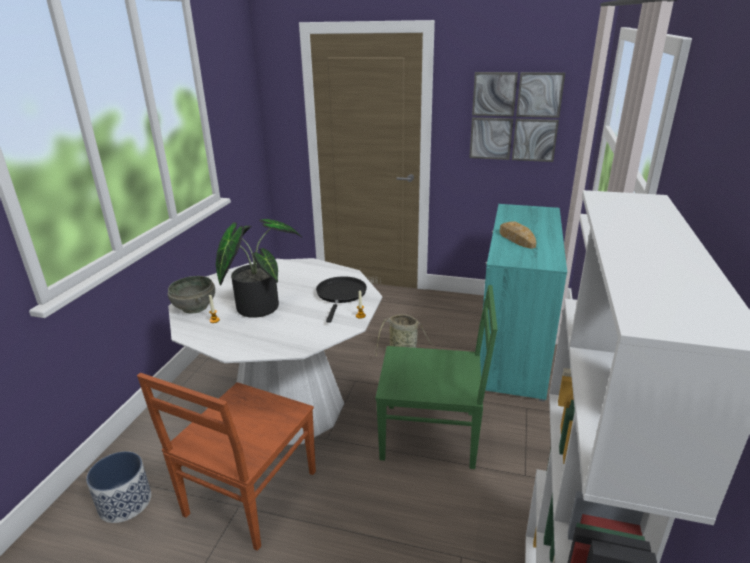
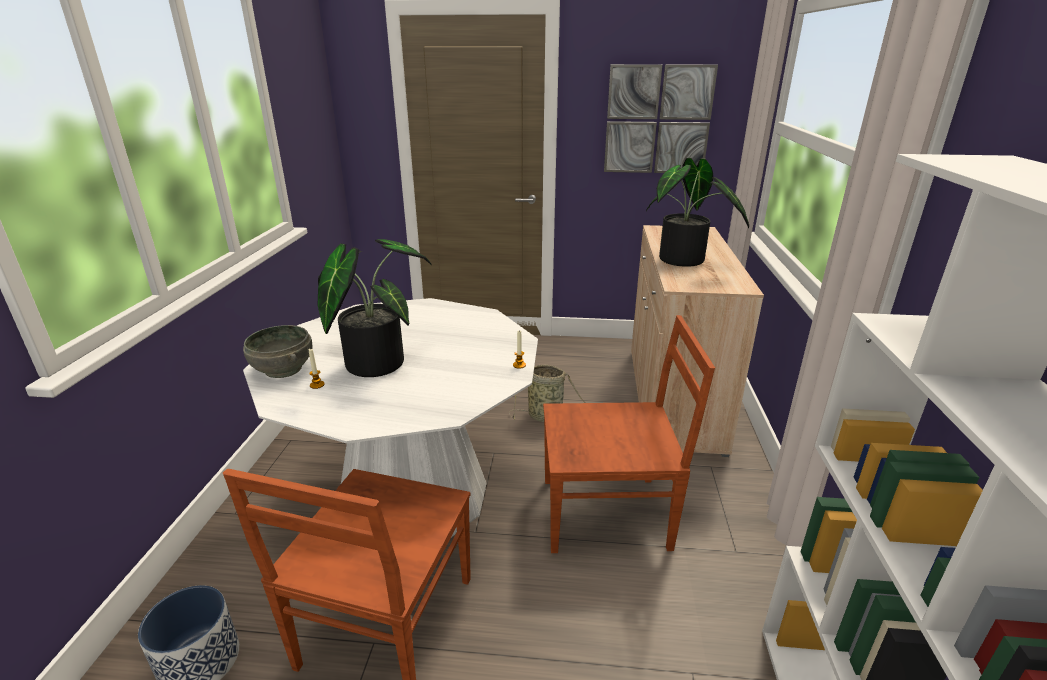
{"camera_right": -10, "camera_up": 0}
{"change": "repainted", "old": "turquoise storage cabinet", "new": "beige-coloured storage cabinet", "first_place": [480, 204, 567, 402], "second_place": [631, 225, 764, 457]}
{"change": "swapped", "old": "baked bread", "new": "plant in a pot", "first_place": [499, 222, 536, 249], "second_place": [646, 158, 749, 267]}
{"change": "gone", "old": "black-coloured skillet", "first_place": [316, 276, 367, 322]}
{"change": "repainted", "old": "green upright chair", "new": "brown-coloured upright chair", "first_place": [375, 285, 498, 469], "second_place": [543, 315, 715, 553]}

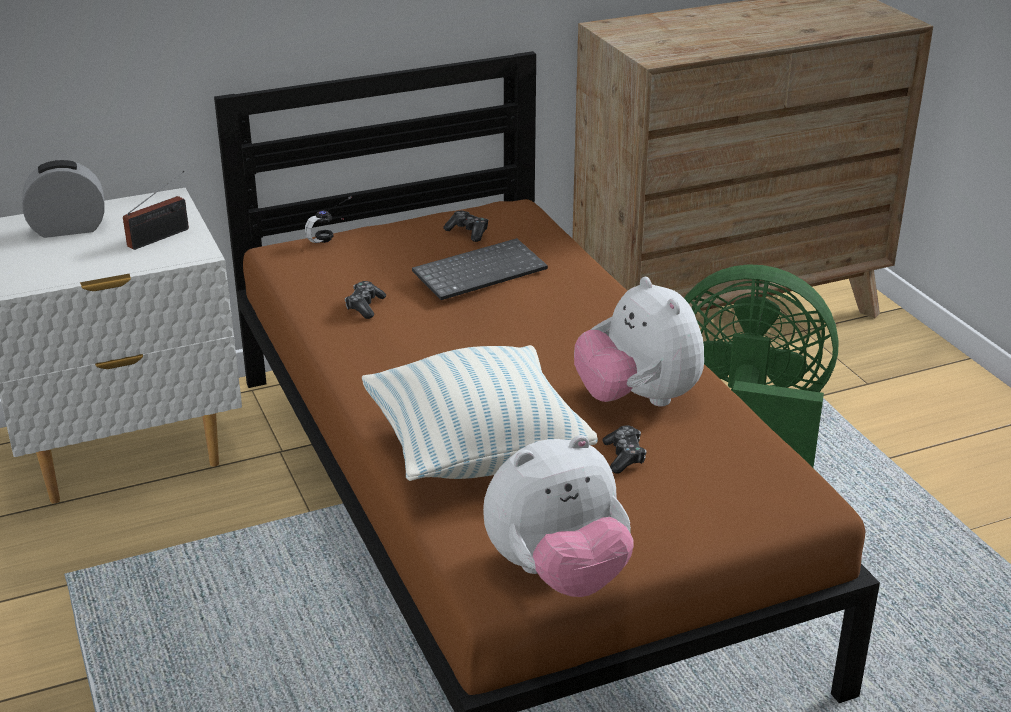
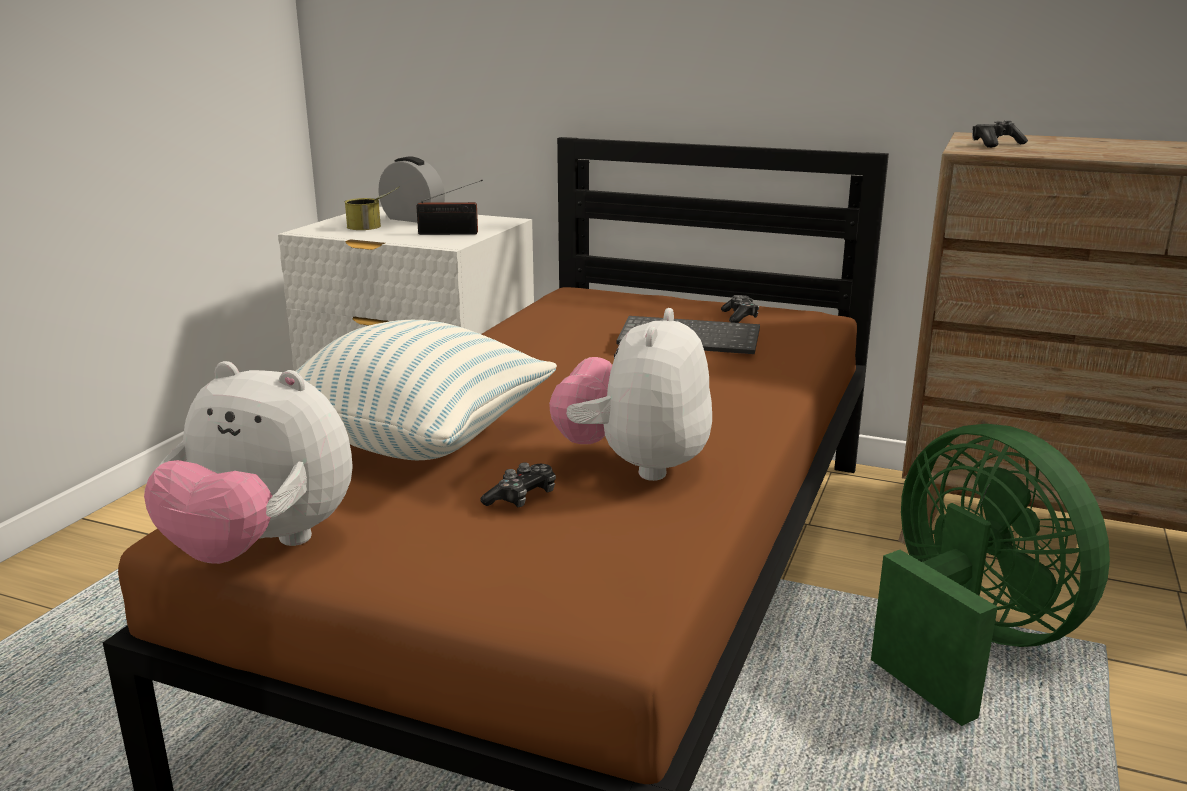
{"camera_right": 45, "camera_up": -10}
{"change": "gone", "old": "pair of headphones", "first_place": [305, 196, 352, 243]}
{"change": "shifted", "old": "game controller", "first_place": [345, 281, 386, 319], "second_place": [972, 120, 1028, 148]}
{"change": "new", "new": "metal can", "second_place": [345, 186, 400, 230]}

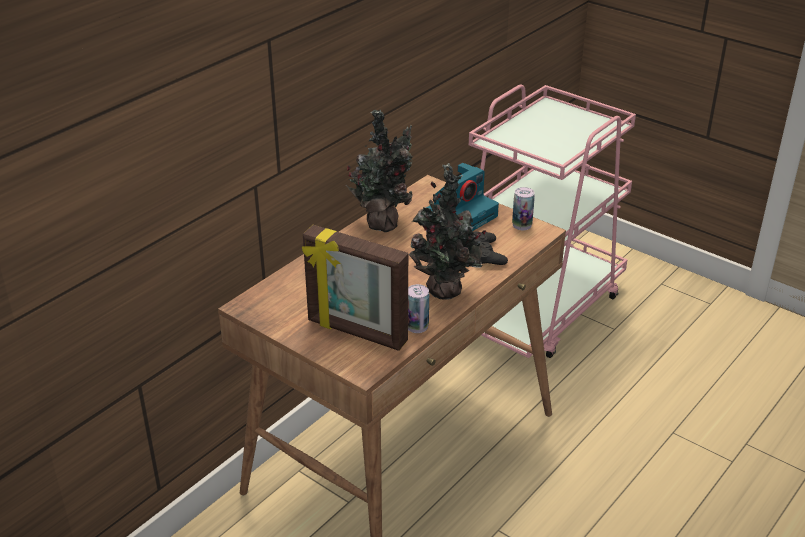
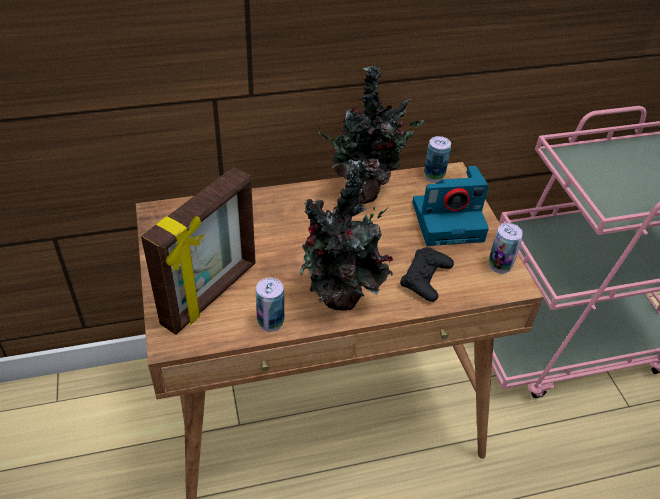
{"camera_right": 35, "camera_up": 10}
{"change": "rotated", "old": "photo frame", "first_place": [302, 225, 408, 351], "second_place": [141, 167, 256, 335], "degrees": -120}
{"change": "new", "new": "metal can", "second_place": [424, 136, 451, 183]}

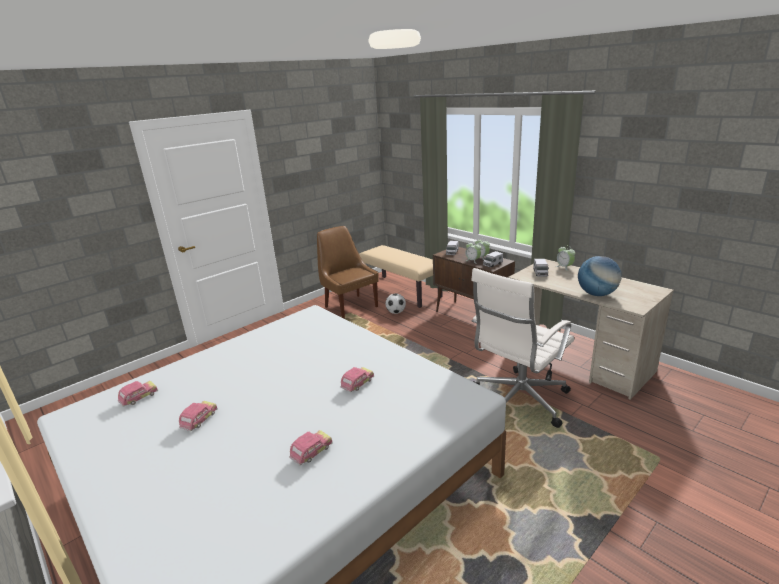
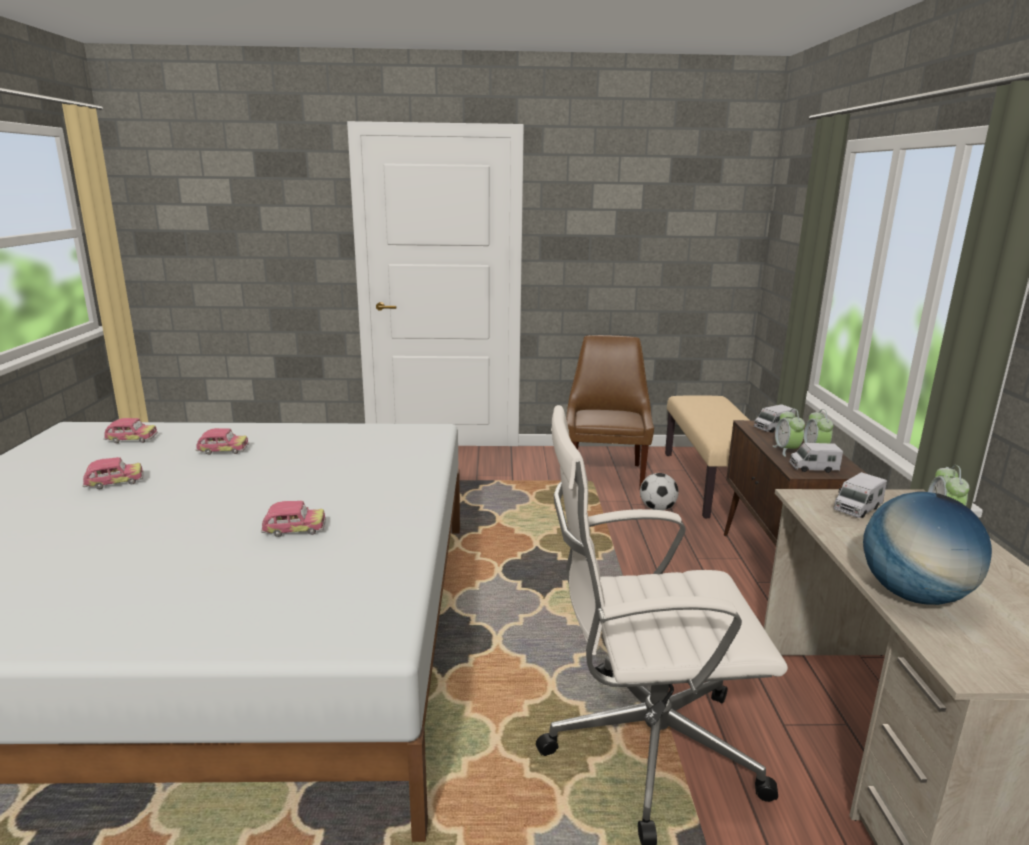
{"camera_right": 40, "camera_up": -5}
{"change": "shifted", "old": "toy car", "first_place": [289, 430, 333, 465], "second_place": [196, 428, 249, 455]}

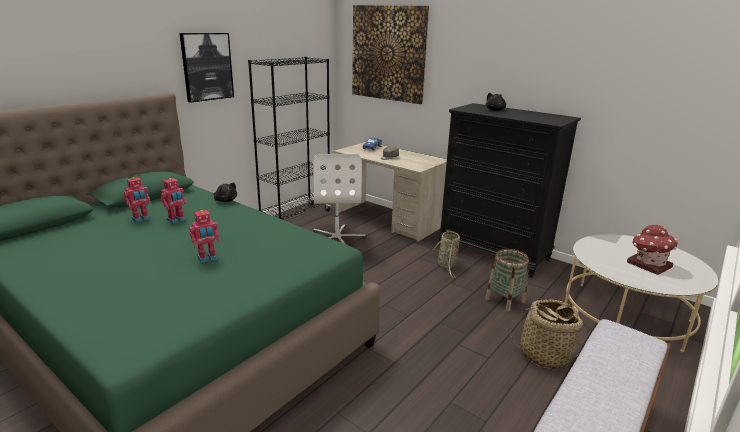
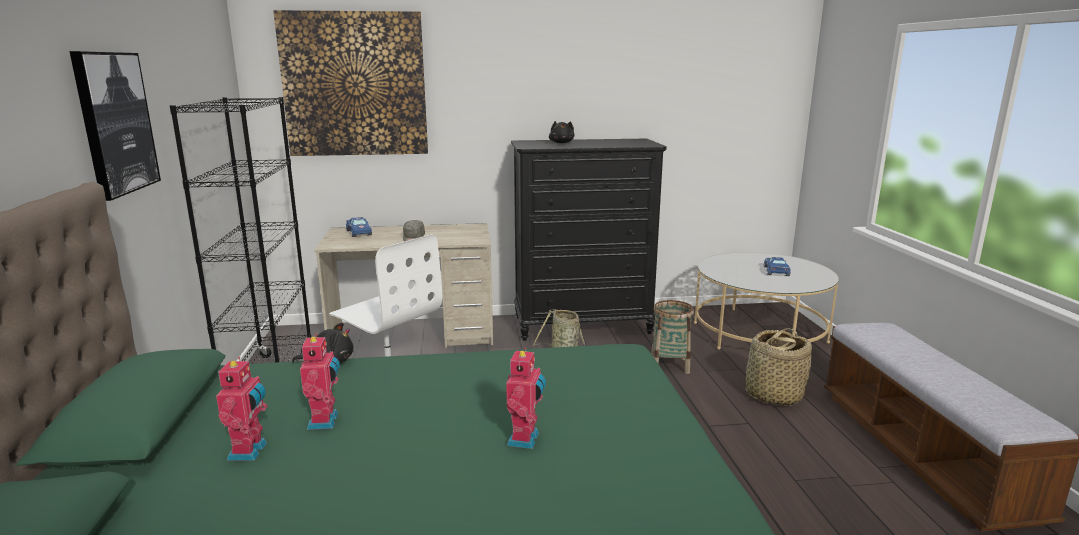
{"camera_right": -45, "camera_up": -5}
{"change": "swapped", "old": "model house", "new": "blue toy car", "first_place": [627, 225, 678, 275], "second_place": [764, 257, 791, 276]}

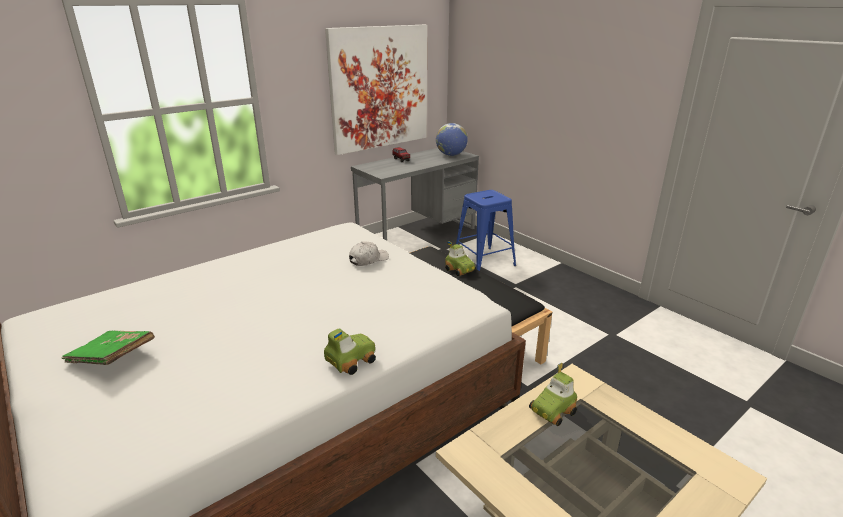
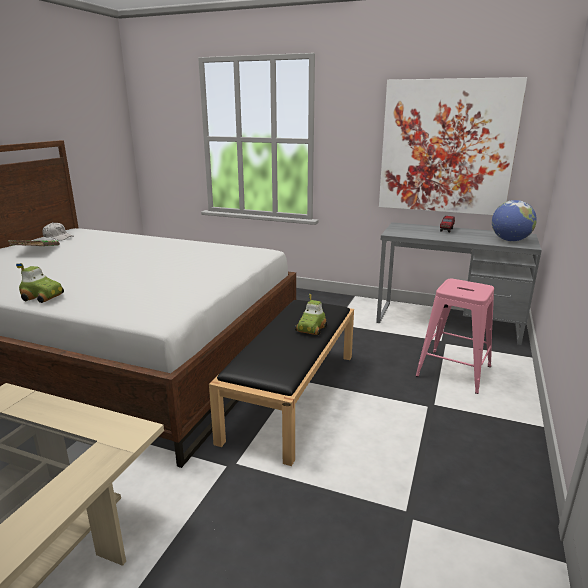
{"camera_right": 60, "camera_up": -5}
{"change": "repainted", "old": "blue stool seat", "new": "pinkish stool seat", "first_place": [456, 190, 516, 271], "second_place": [416, 279, 494, 394]}
{"change": "shifted", "old": "whitish peaked cap", "first_place": [349, 241, 389, 266], "second_place": [42, 222, 74, 241]}
{"change": "gone", "old": "toy car", "first_place": [529, 363, 577, 426]}

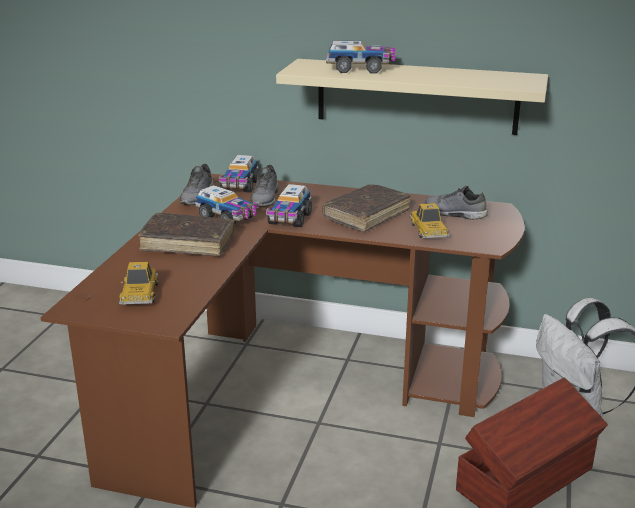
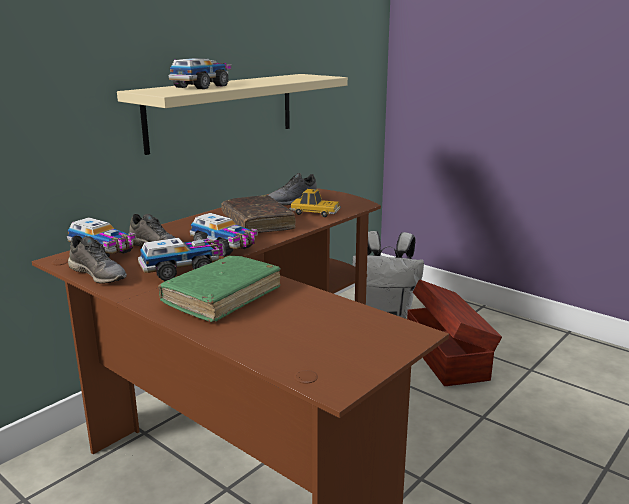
{"camera_right": -65, "camera_up": -5}
{"change": "repainted", "old": "brown-coloured book", "new": "green book", "first_place": [138, 213, 235, 257], "second_place": [158, 256, 281, 322]}
{"change": "gone", "old": "toy car", "first_place": [119, 262, 159, 305]}

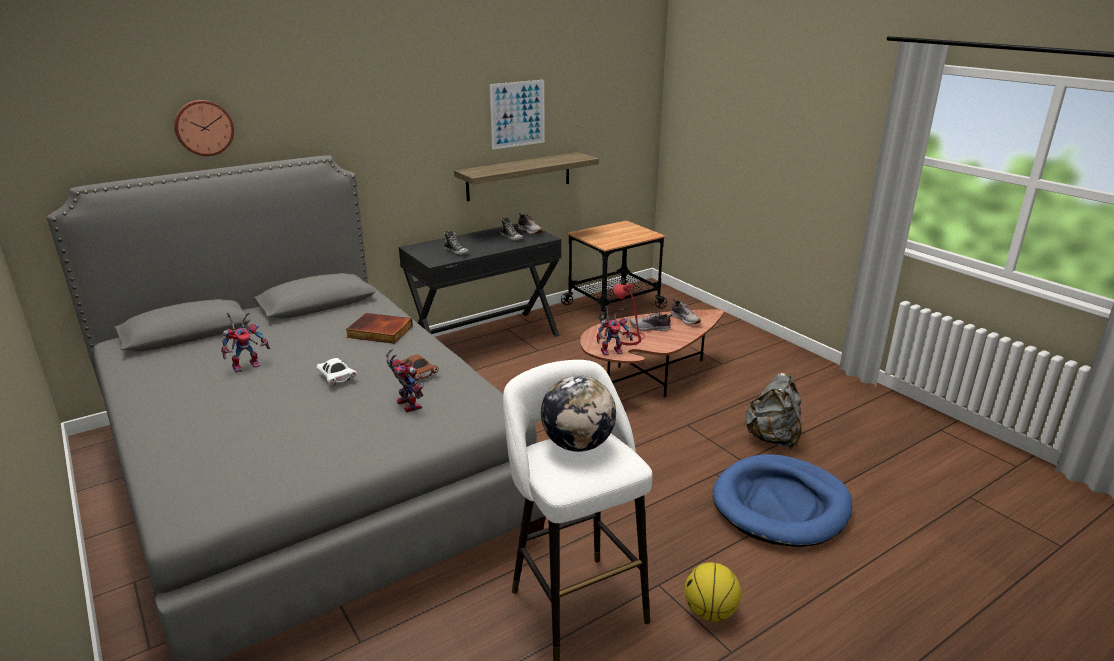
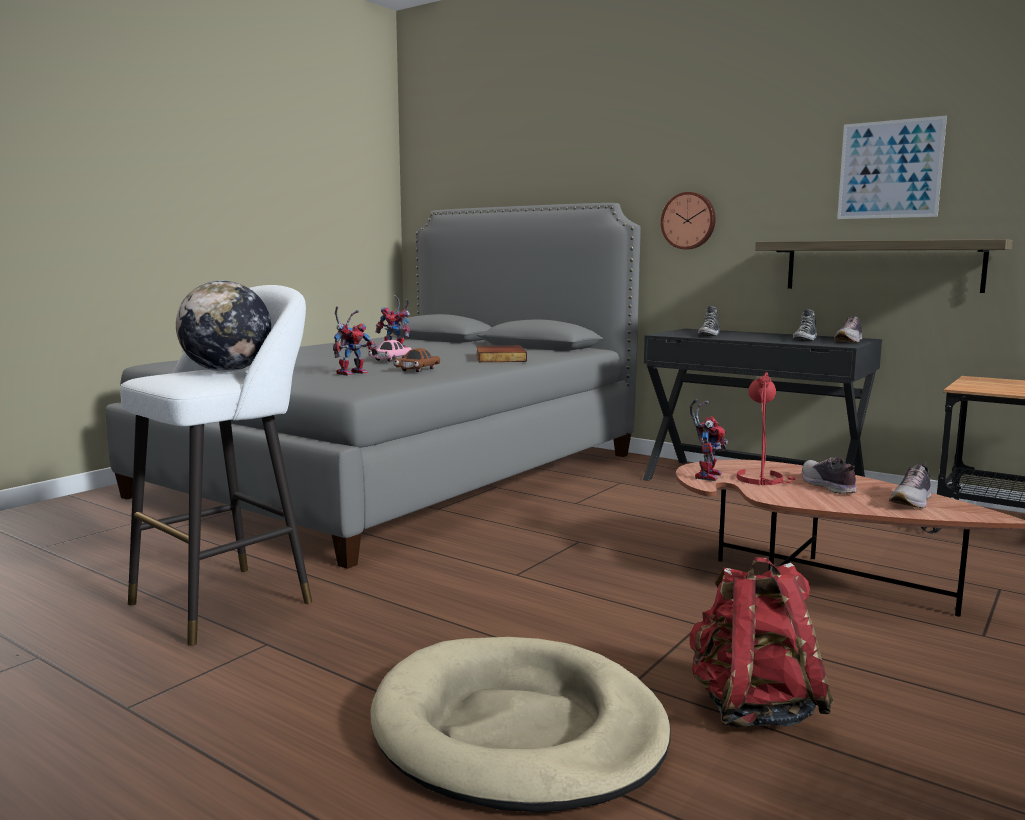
{"camera_right": 70, "camera_up": -15}
{"change": "shifted", "old": "wall clock", "first_place": [174, 100, 234, 156], "second_place": [661, 192, 716, 249]}
{"change": "rotated", "old": "toy robot", "first_place": [597, 306, 633, 356], "second_place": [690, 399, 728, 481], "degrees": -120}
{"change": "repainted", "old": "whitish toy car", "new": "pinkish toy car", "first_place": [317, 358, 357, 385], "second_place": [368, 340, 412, 362]}
{"change": "repainted", "old": "gray backpack", "new": "red-coloured backpack", "first_place": [745, 373, 802, 449], "second_place": [690, 557, 834, 728]}
{"change": "repainted", "old": "blue dog bed", "new": "beige-coloured dog bed", "first_place": [713, 454, 852, 547], "second_place": [370, 637, 671, 812]}
{"change": "gone", "old": "ball for basketball", "first_place": [684, 562, 741, 622]}

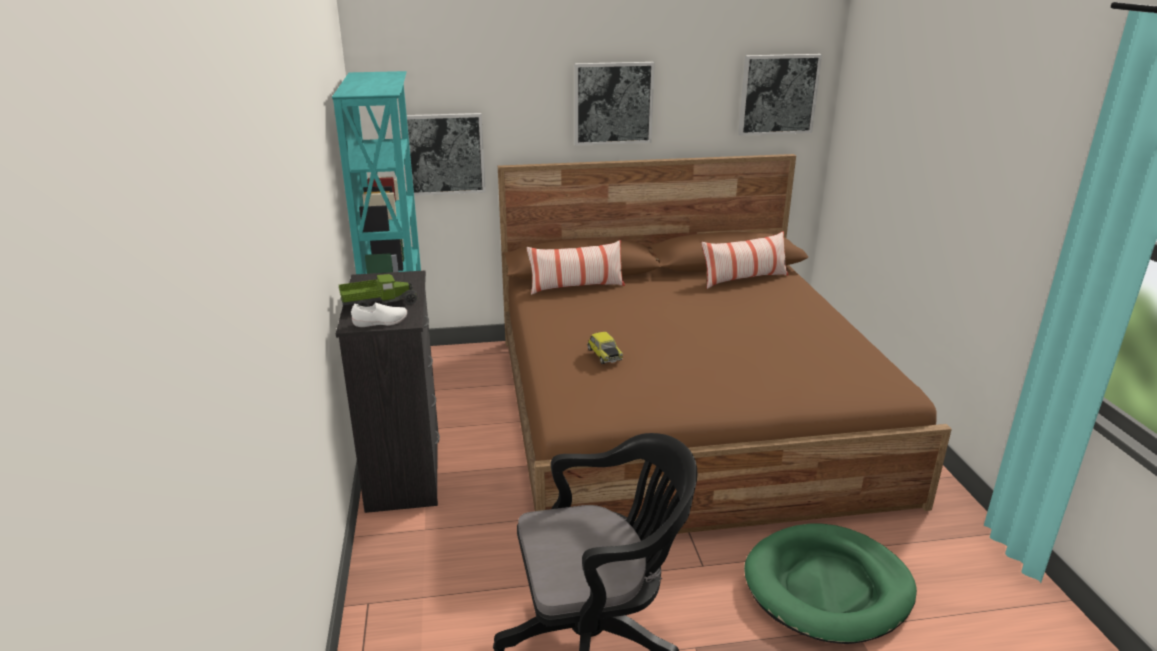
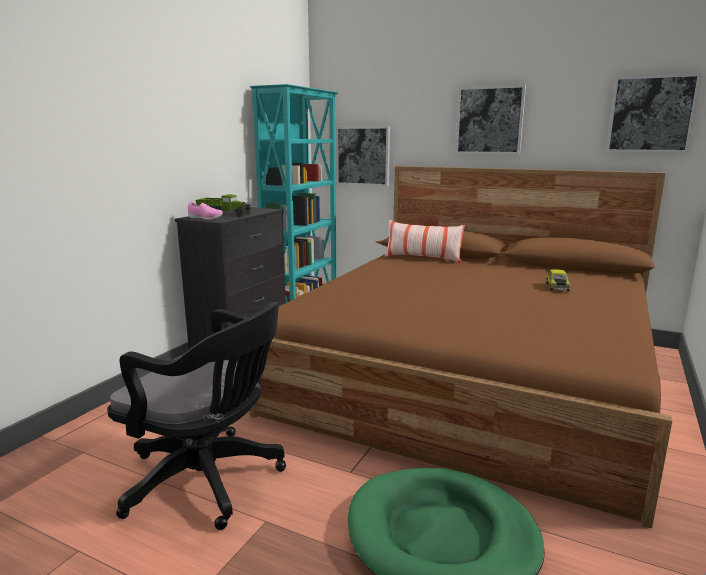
{"camera_right": 35, "camera_up": -10}
{"change": "gone", "old": "cushion", "first_place": [702, 231, 788, 289]}
{"change": "repainted", "old": "whitish item of footwear", "new": "pinkish item of footwear", "first_place": [351, 302, 407, 327], "second_place": [188, 202, 223, 220]}
{"change": "shifted", "old": "toy car", "first_place": [587, 332, 623, 364], "second_place": [546, 269, 570, 291]}

